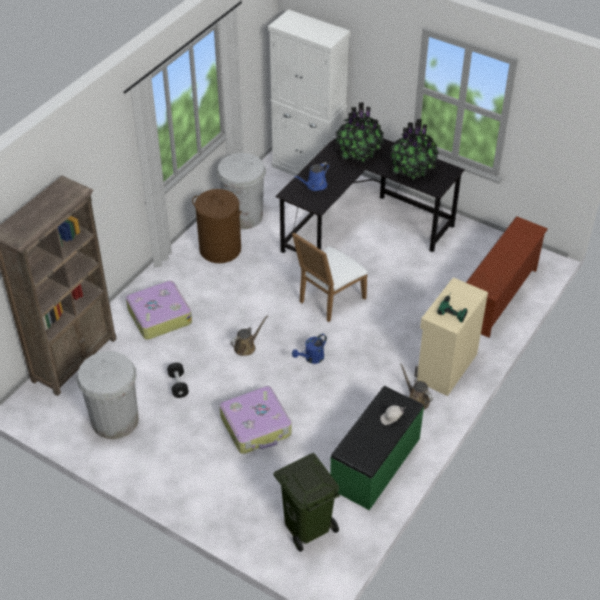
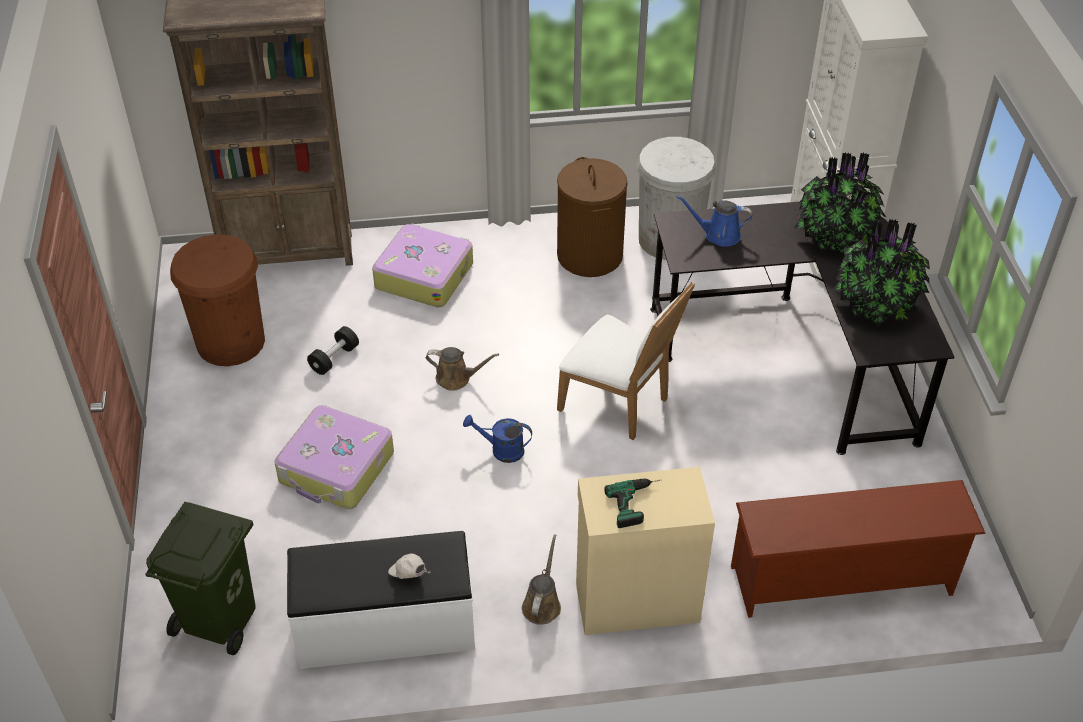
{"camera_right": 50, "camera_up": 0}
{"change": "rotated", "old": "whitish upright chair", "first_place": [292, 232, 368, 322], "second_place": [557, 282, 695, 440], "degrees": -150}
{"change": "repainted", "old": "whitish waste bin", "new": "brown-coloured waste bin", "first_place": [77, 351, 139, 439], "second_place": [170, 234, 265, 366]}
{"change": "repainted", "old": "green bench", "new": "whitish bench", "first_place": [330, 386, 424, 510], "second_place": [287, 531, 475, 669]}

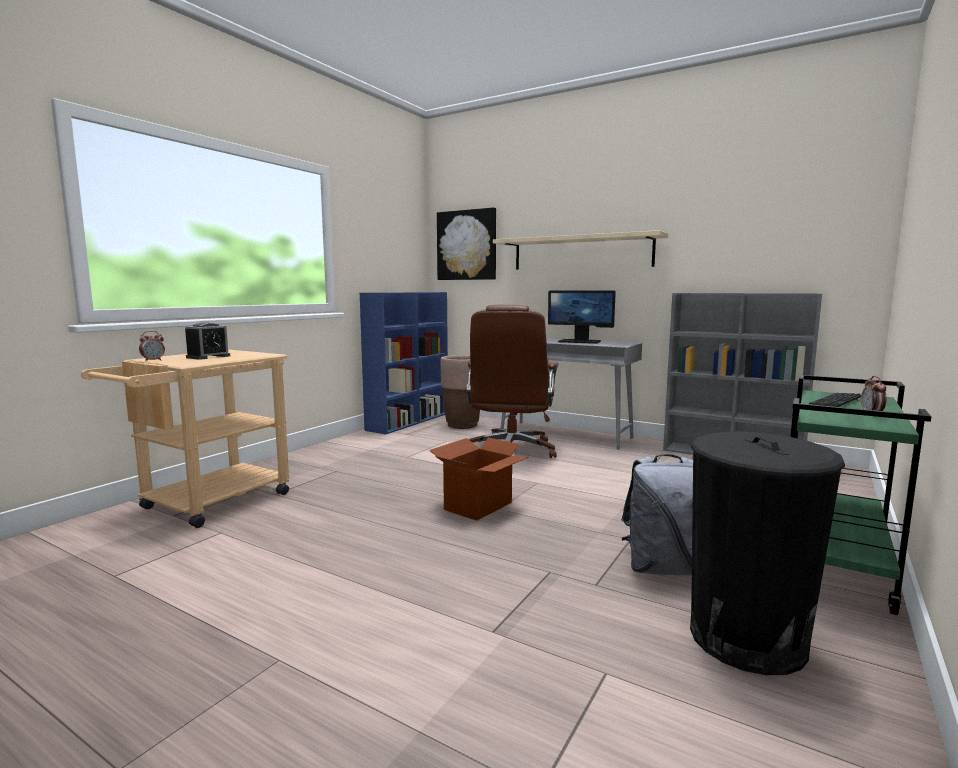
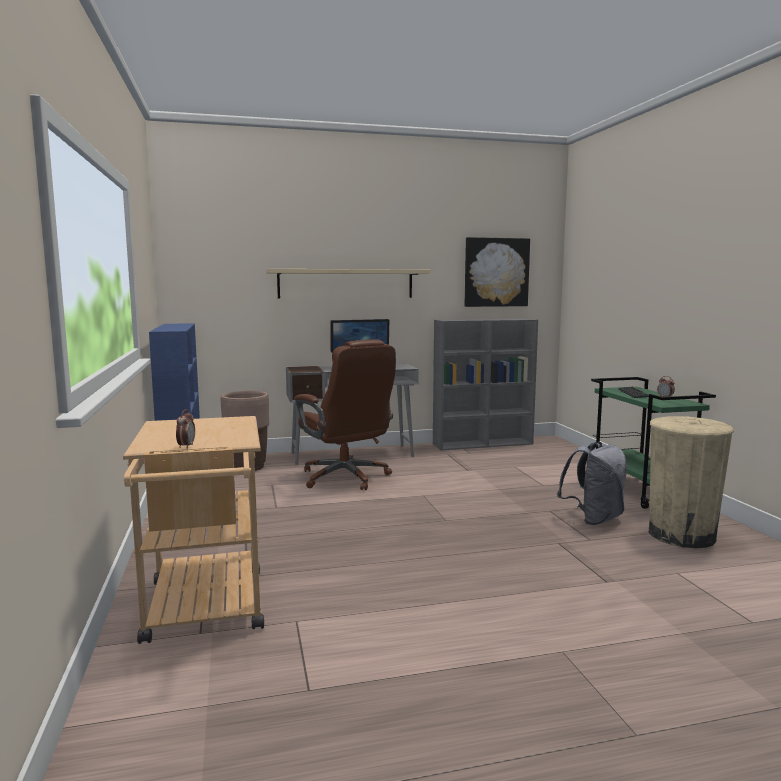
{"camera_right": -45, "camera_up": 0}
{"change": "shifted", "old": "picture", "first_place": [437, 207, 496, 280], "second_place": [465, 237, 530, 307]}
{"change": "gone", "old": "bedside clock", "first_place": [185, 323, 230, 360]}
{"change": "repainted", "old": "black-coloured waste bin", "new": "beige-coloured waste bin", "first_place": [690, 432, 845, 675], "second_place": [649, 416, 734, 548]}
{"change": "gone", "old": "cardboard box", "first_place": [429, 438, 529, 520]}

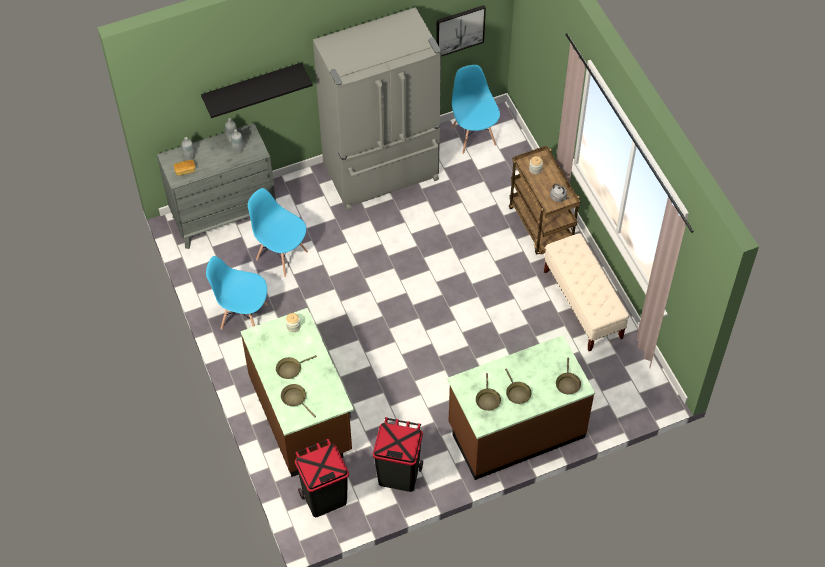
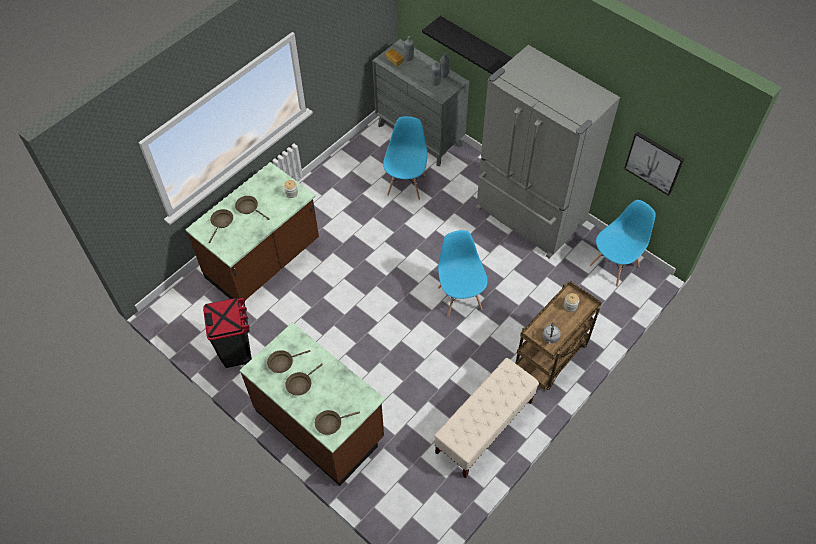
{"camera_right": 65, "camera_up": 0}
{"change": "shifted", "old": "blue upright chair", "first_place": [206, 256, 267, 330], "second_place": [438, 230, 488, 317]}
{"change": "gone", "old": "black-coloured waste bin", "first_place": [295, 439, 349, 517]}

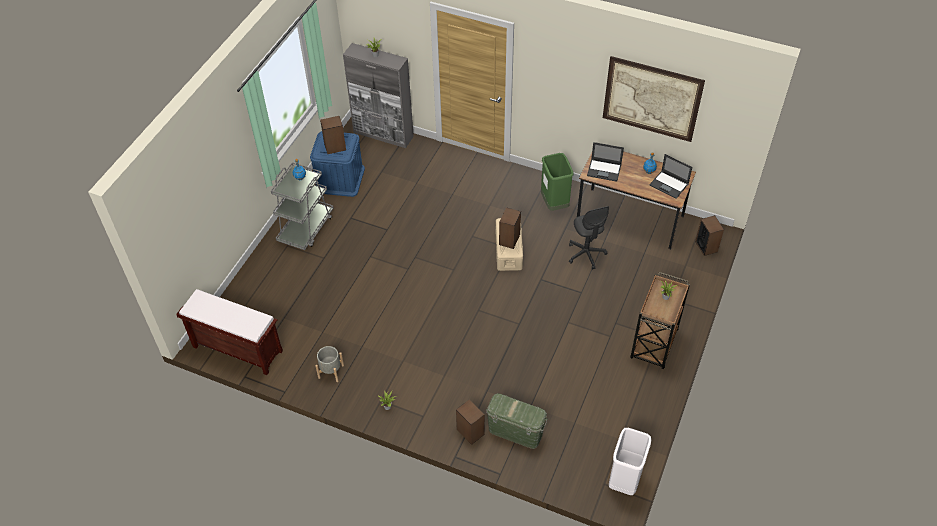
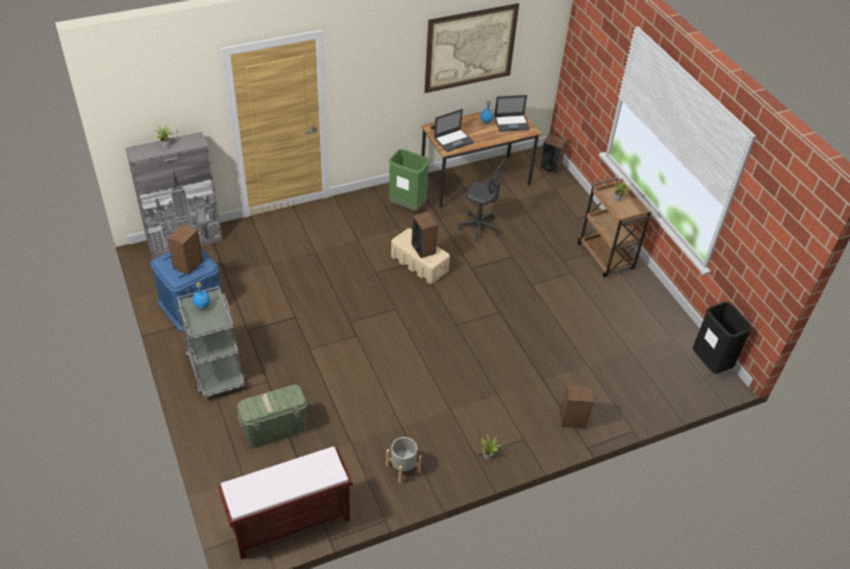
{"camera_right": -50, "camera_up": -5}
{"change": "shifted", "old": "green storage box", "first_place": [486, 393, 547, 449], "second_place": [236, 385, 308, 448]}
{"change": "repainted", "old": "whitish waste bin", "new": "black-coloured waste bin", "first_place": [609, 428, 651, 495], "second_place": [693, 302, 753, 373]}

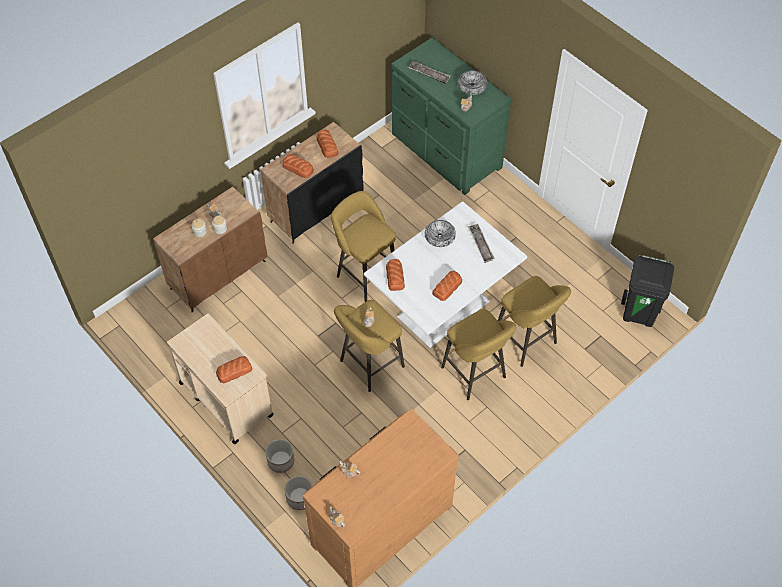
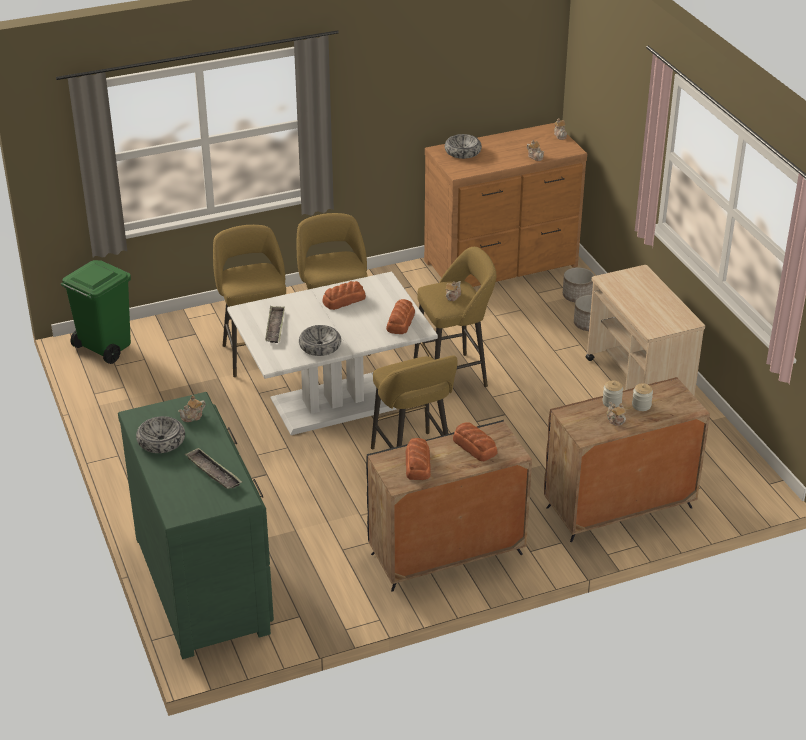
{"camera_right": -160, "camera_up": -20}
{"change": "repainted", "old": "black-coloured waste bin", "new": "green waste bin", "first_place": [621, 254, 674, 327], "second_place": [61, 260, 131, 364]}
{"change": "gone", "old": "baked bread", "first_place": [216, 356, 252, 383]}
{"change": "new", "new": "deep dish", "second_place": [445, 134, 482, 159]}

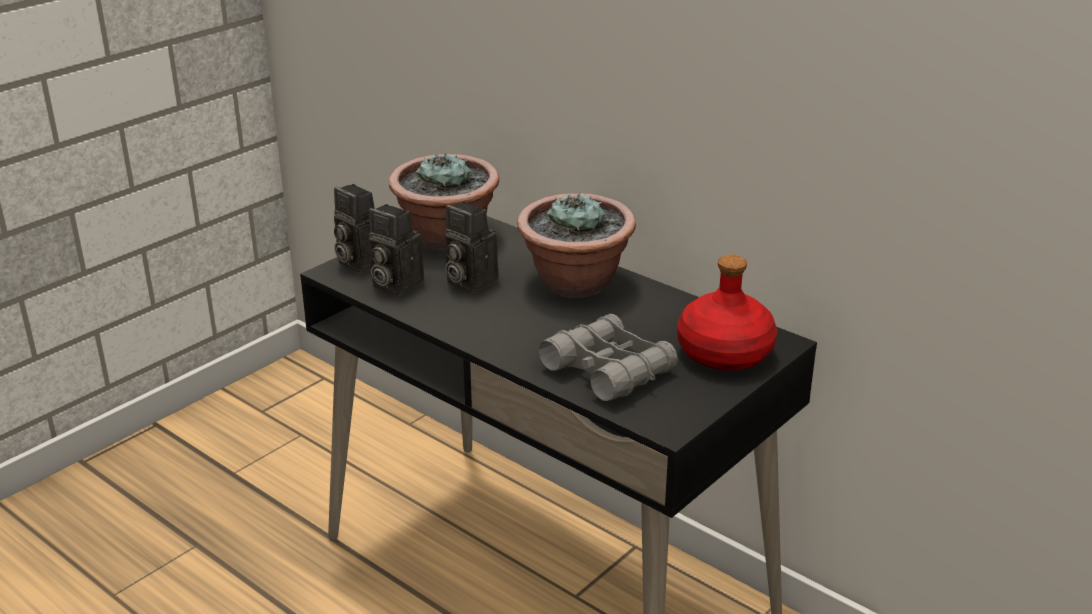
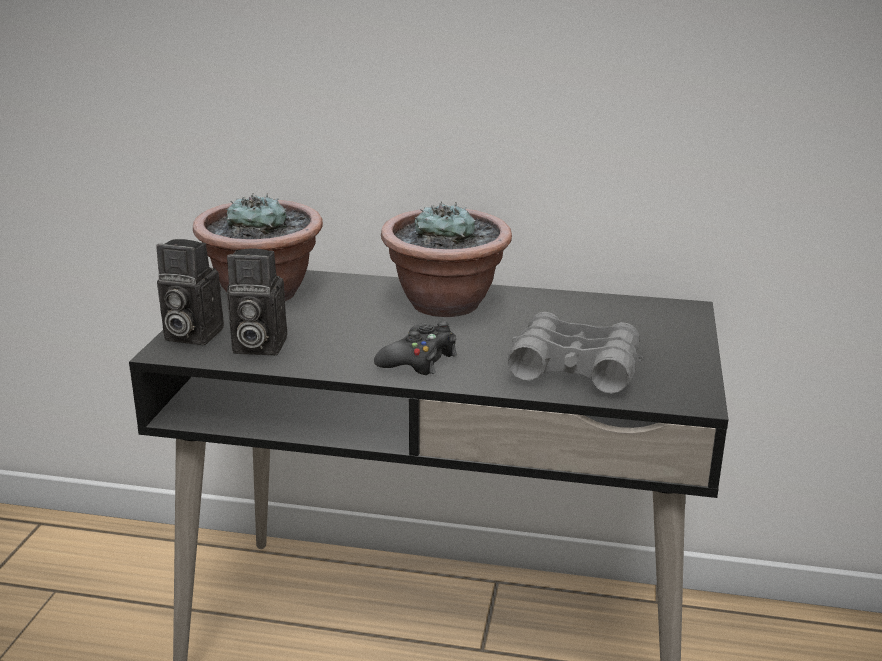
{"camera_right": -30, "camera_up": -5}
{"change": "gone", "old": "still camera", "first_place": [445, 202, 499, 293]}
{"change": "gone", "old": "red-coloured beverage bottle", "first_place": [677, 255, 777, 371]}
{"change": "new", "new": "black-coloured game controller", "second_place": [374, 321, 457, 375]}

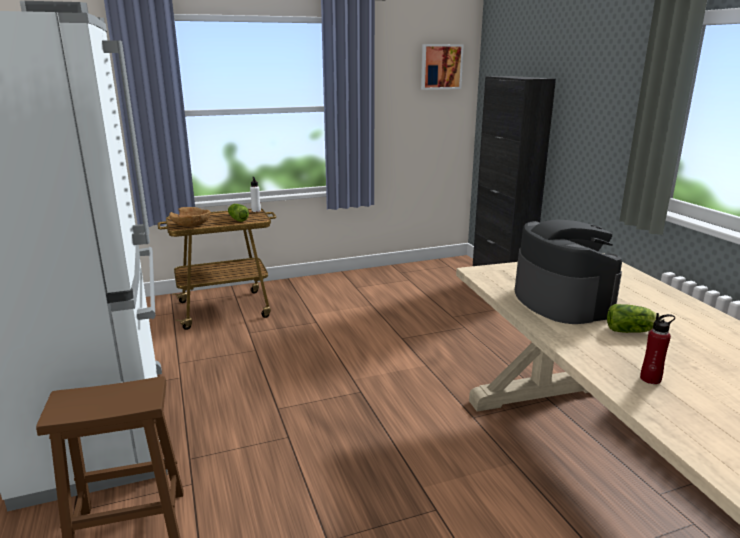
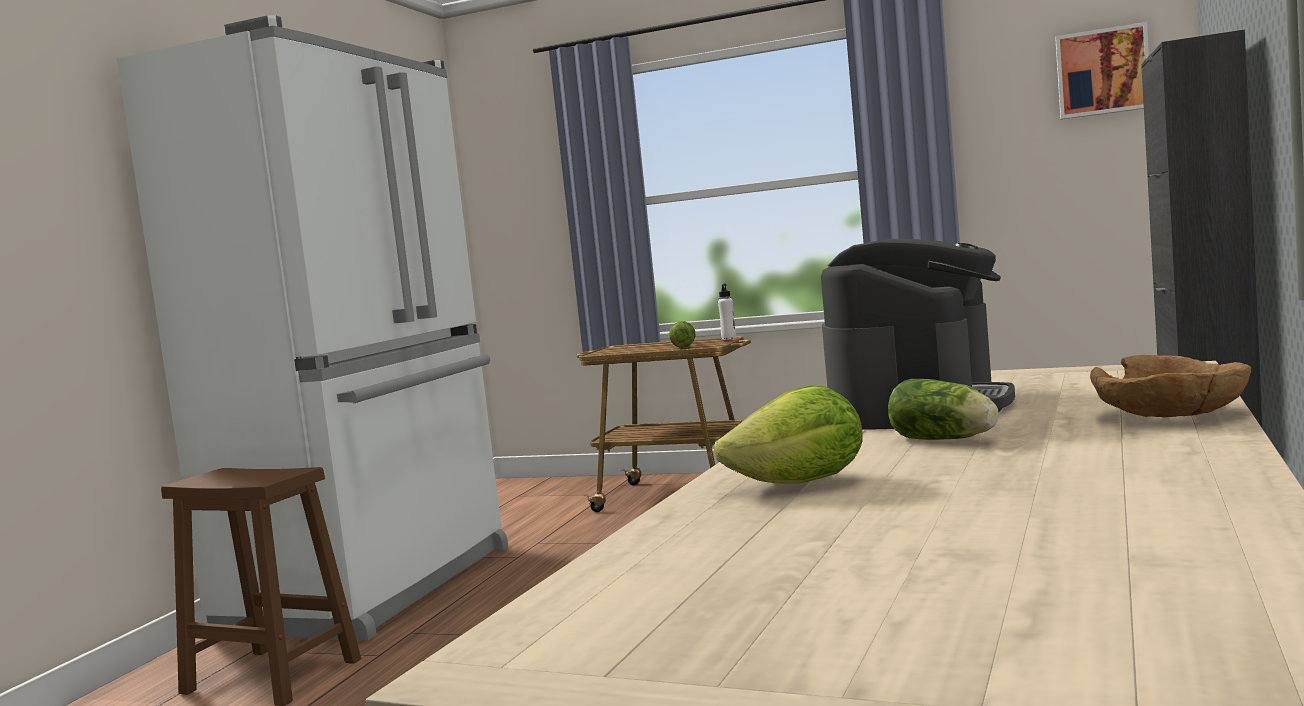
{"camera_right": 40, "camera_up": -15}
{"change": "shifted", "old": "brown-coloured deep dish", "first_place": [169, 207, 211, 226], "second_place": [1090, 355, 1251, 417]}
{"change": "swapped", "old": "red-coloured beverage bottle", "new": "head of lettuce", "first_place": [640, 313, 675, 384], "second_place": [714, 385, 863, 484]}

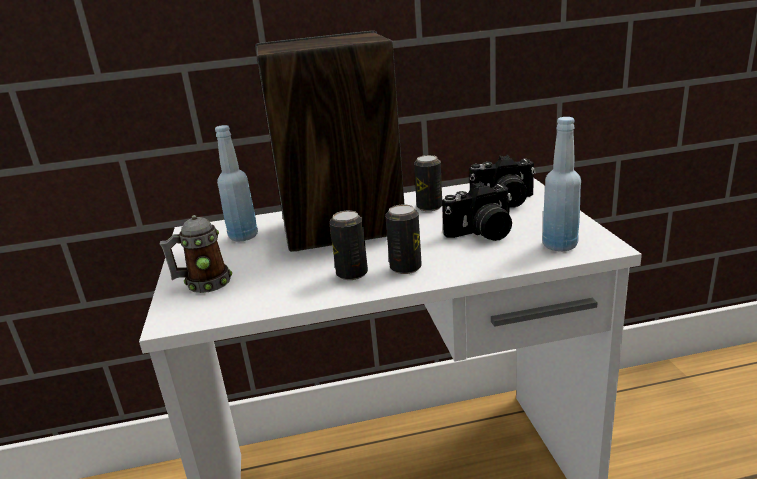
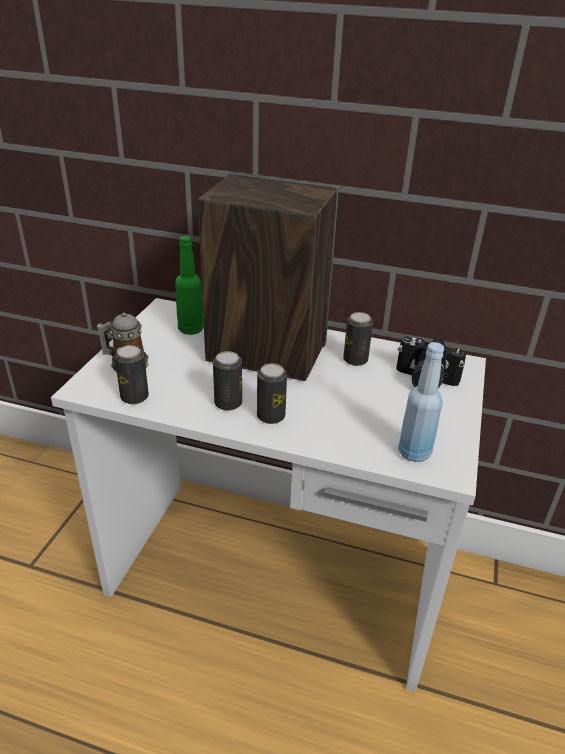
{"camera_right": 25, "camera_up": 10}
{"change": "repainted", "old": "blue beverage bottle", "new": "green beverage bottle", "first_place": [215, 125, 258, 242], "second_place": [175, 236, 204, 335]}
{"change": "gone", "old": "still camera", "first_place": [442, 181, 512, 241]}
{"change": "new", "new": "metal can", "second_place": [114, 345, 149, 404]}

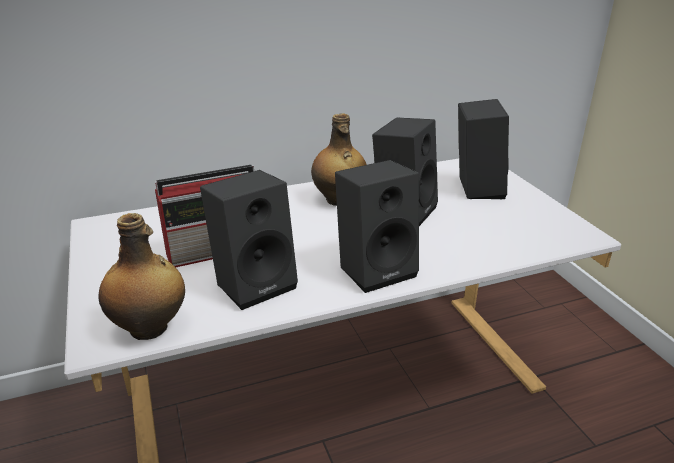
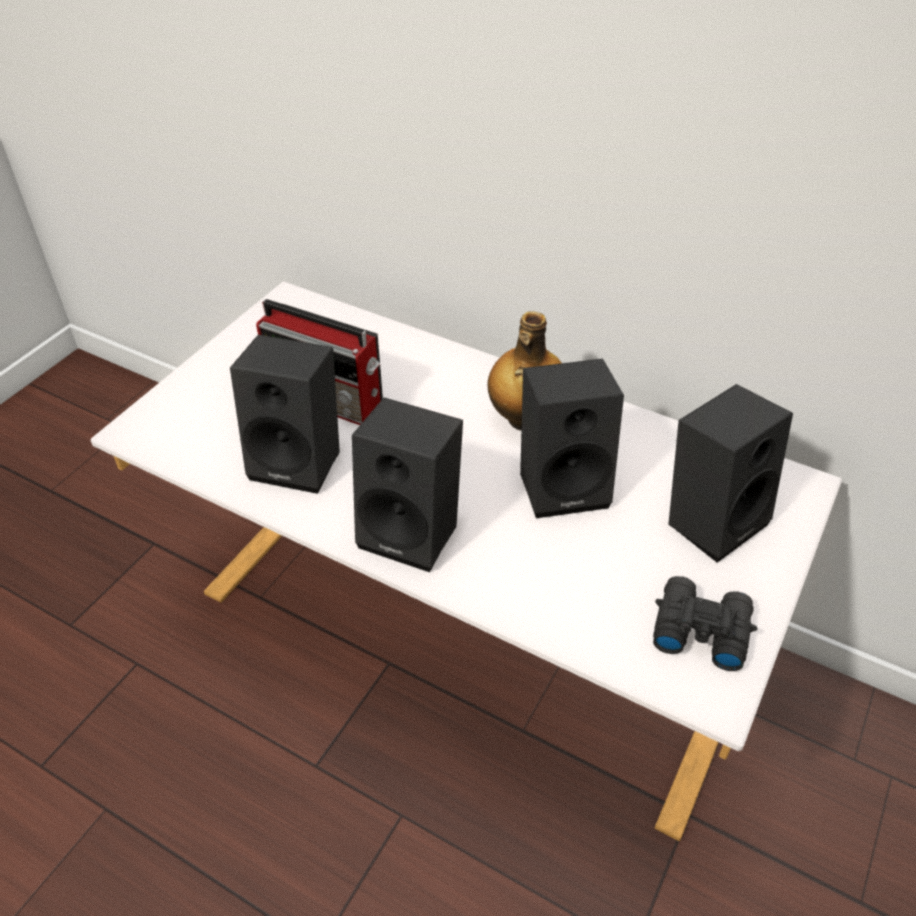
{"camera_right": 50, "camera_up": 15}
{"change": "gone", "old": "beverage bottle", "first_place": [98, 213, 185, 340]}
{"change": "new", "new": "black-coloured binoculars", "second_place": [653, 576, 757, 671]}

